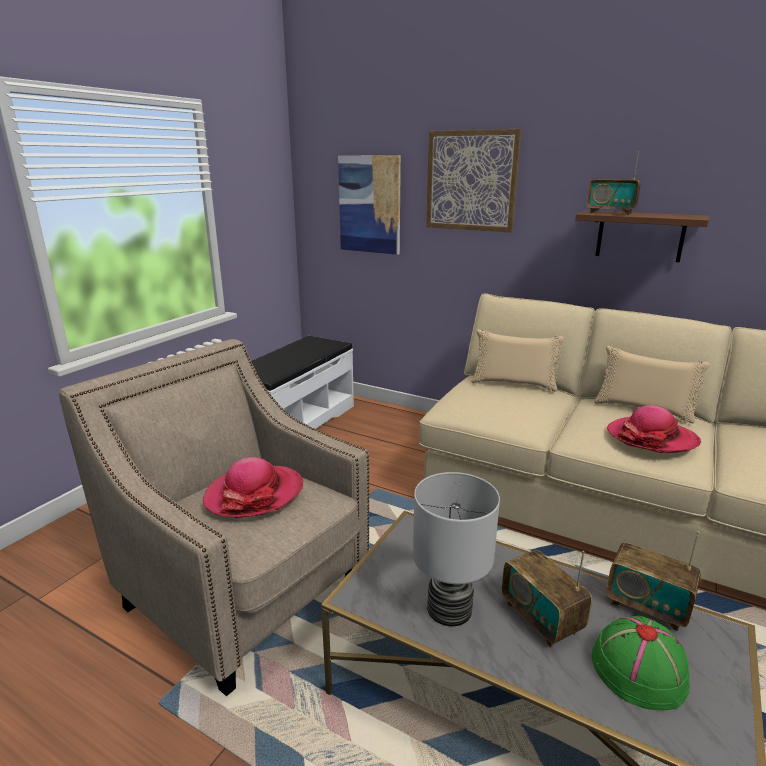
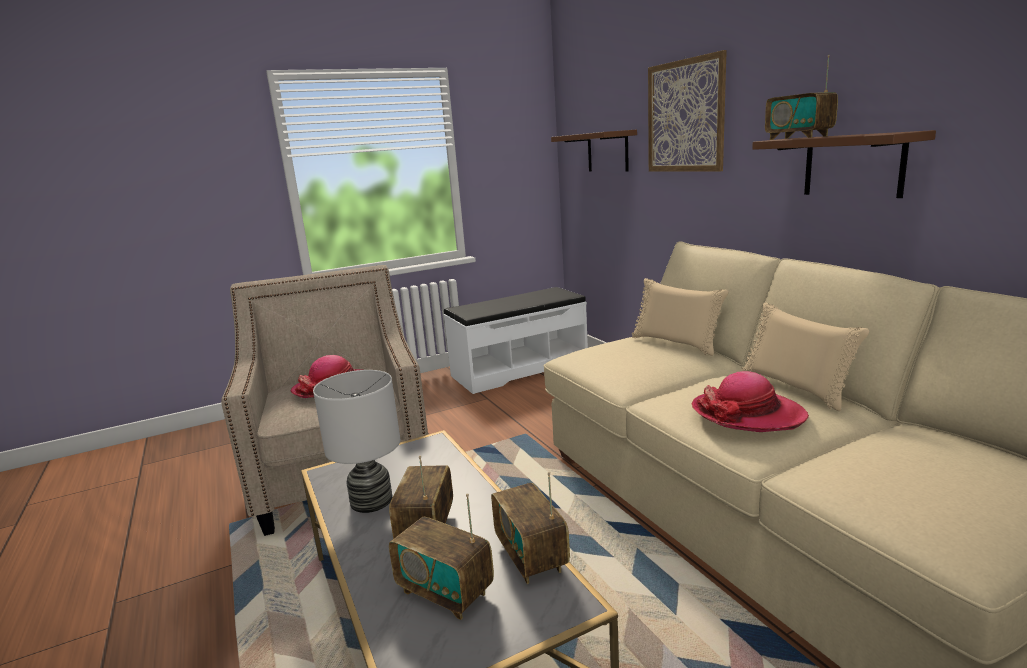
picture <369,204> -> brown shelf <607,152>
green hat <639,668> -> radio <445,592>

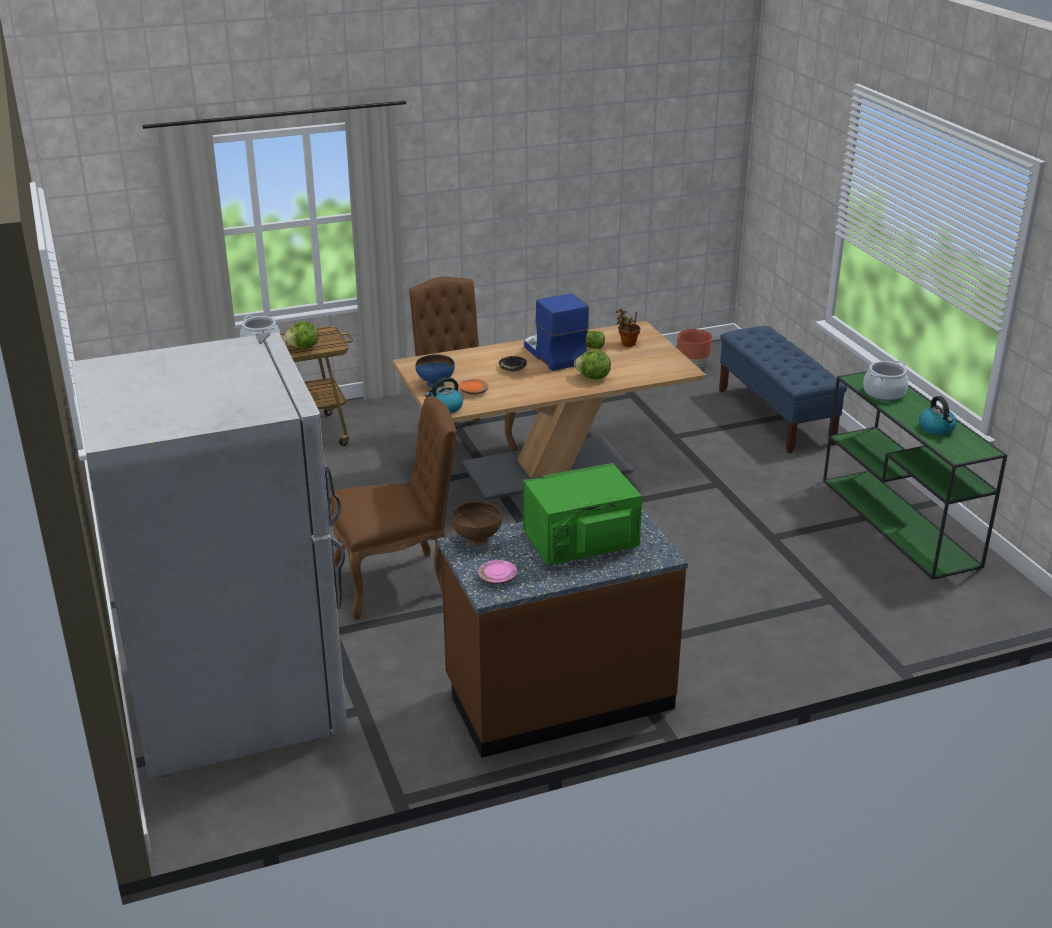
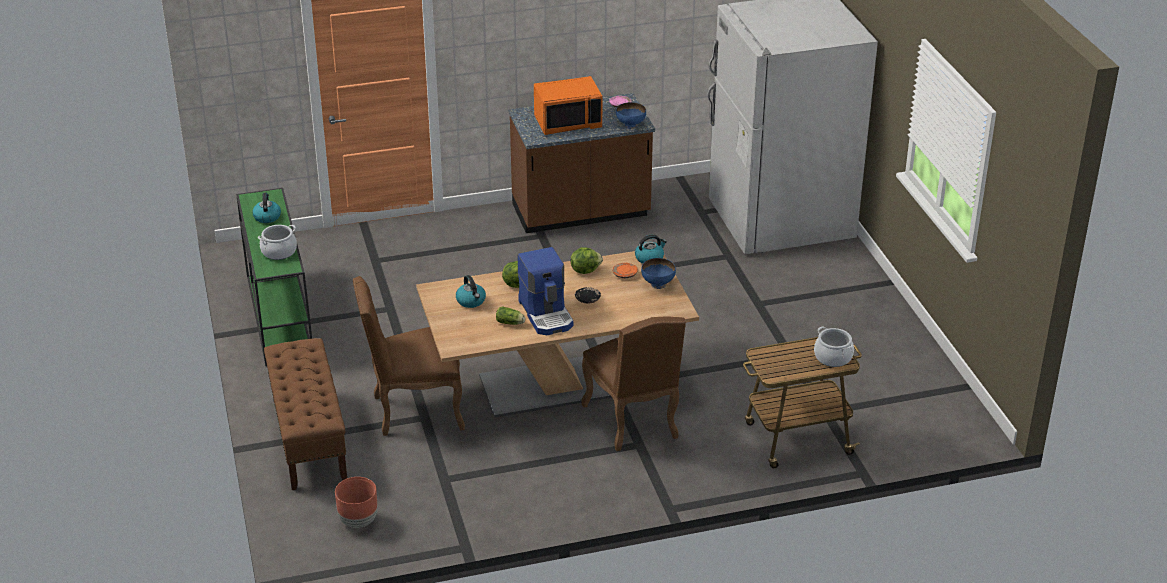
lettuce <303,348> -> lettuce <585,270>, relocated
brown chair <395,581> -> brown chair <415,410>, relocated
brown bowl <476,540> -> blue bowl <631,125>
green microwave <581,542> -> orange microwave <568,122>
potted plant <627,343> -> none
blue bench <775,417> -> brown bench <309,438>
none -> kettle <471,301>

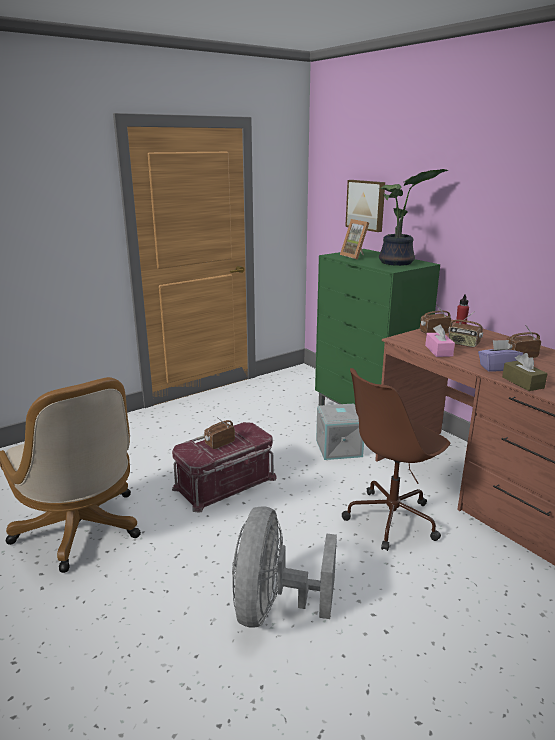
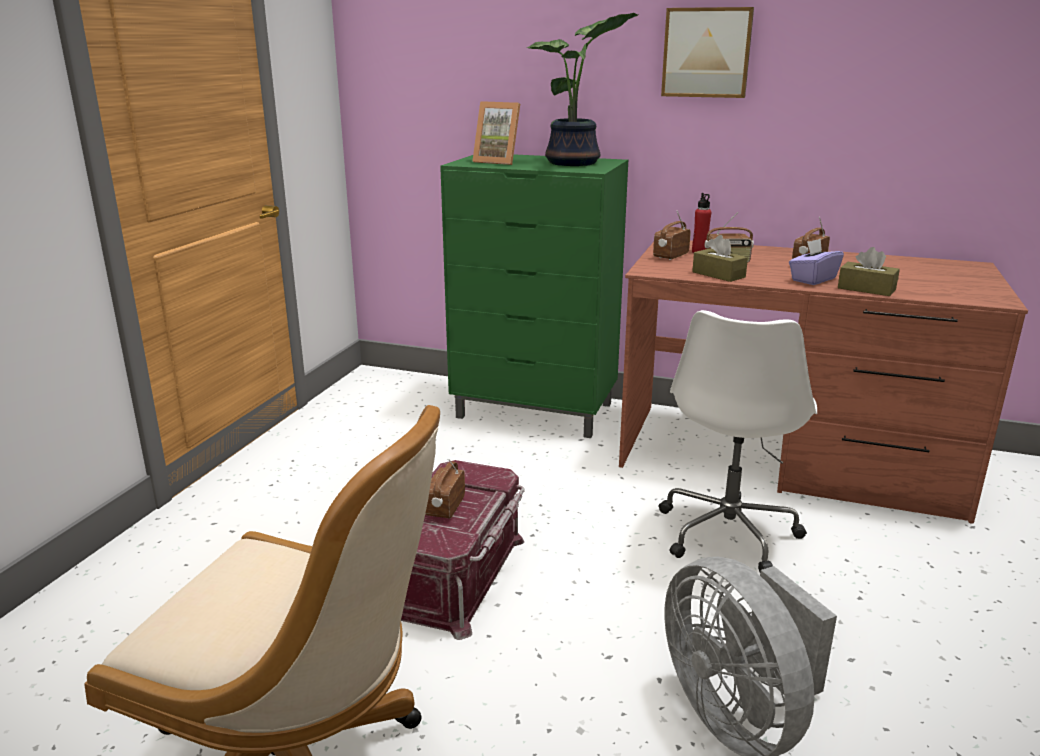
grey storage box <339,447> -> none
brown office chair <389,521> -> white office chair <727,536>
picture <366,205> -> picture <706,53>, relocated
pink tissue box <438,351> -> brown tissue box <718,274>

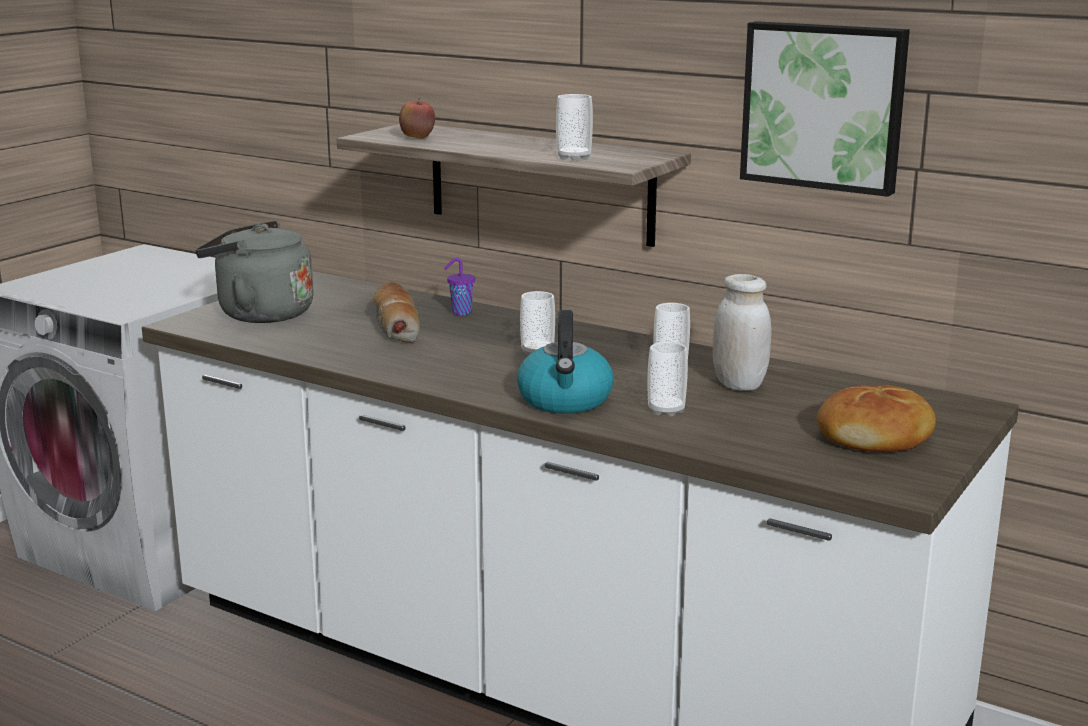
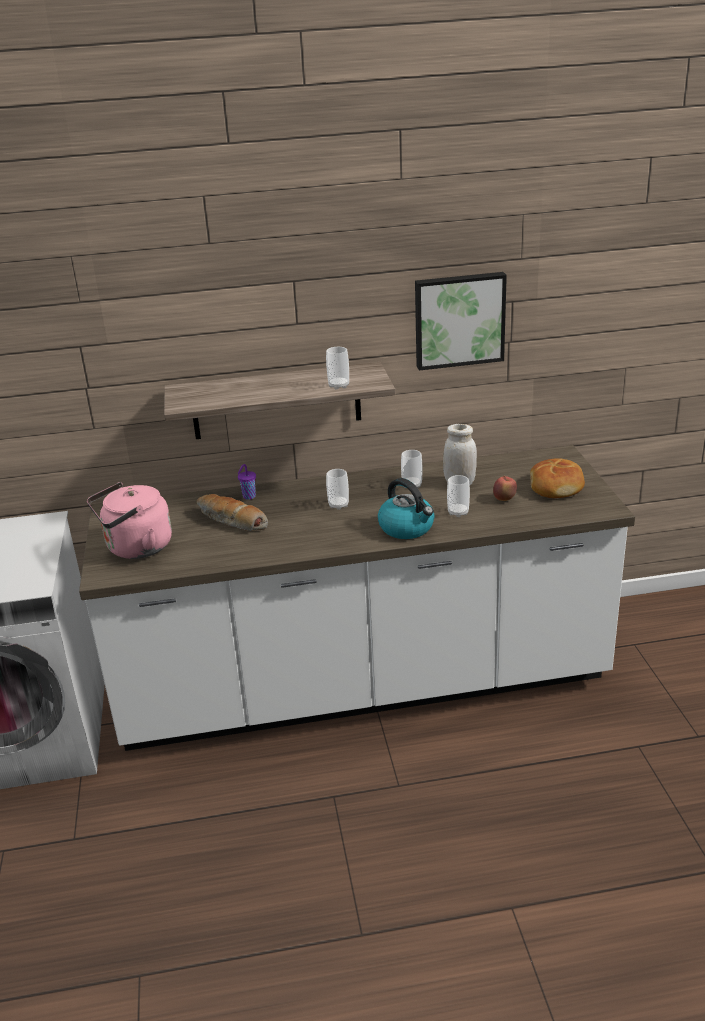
grey kettle <259,314> -> pink kettle <136,548>
apple <417,138> -> apple <504,499>, relocated

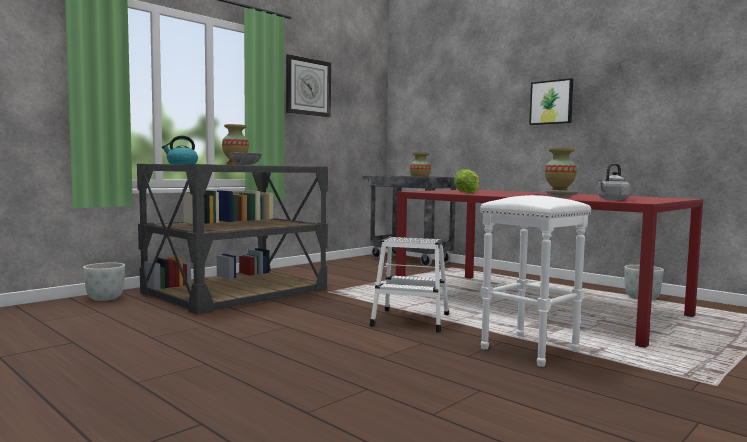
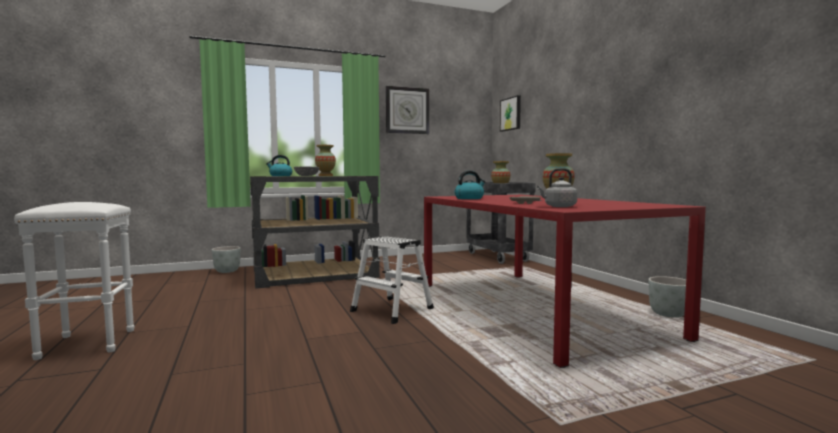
lettuce <467,193> -> kettle <469,198>
white stool <527,349> -> white stool <86,343>, relocated
picture <551,102> -> picture <511,114>, relocated

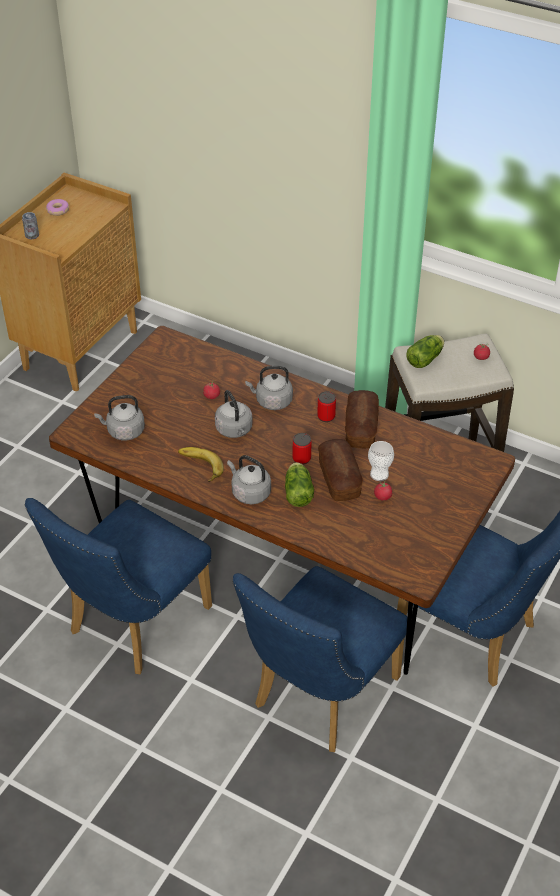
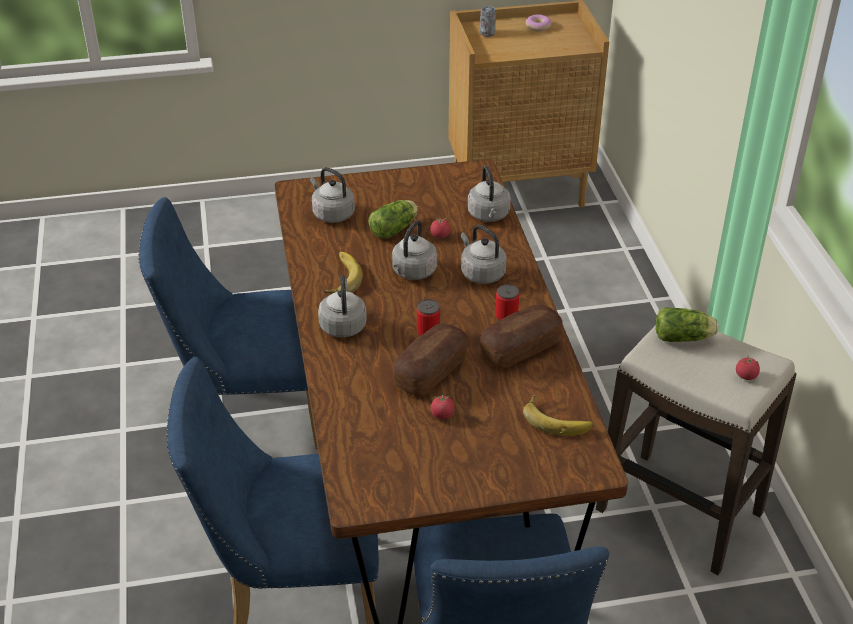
lettuce <298,491> -> lettuce <395,229>, relocated
cup <379,474> -> none
none -> grey kettle <489,215>
none -> banana <557,419>

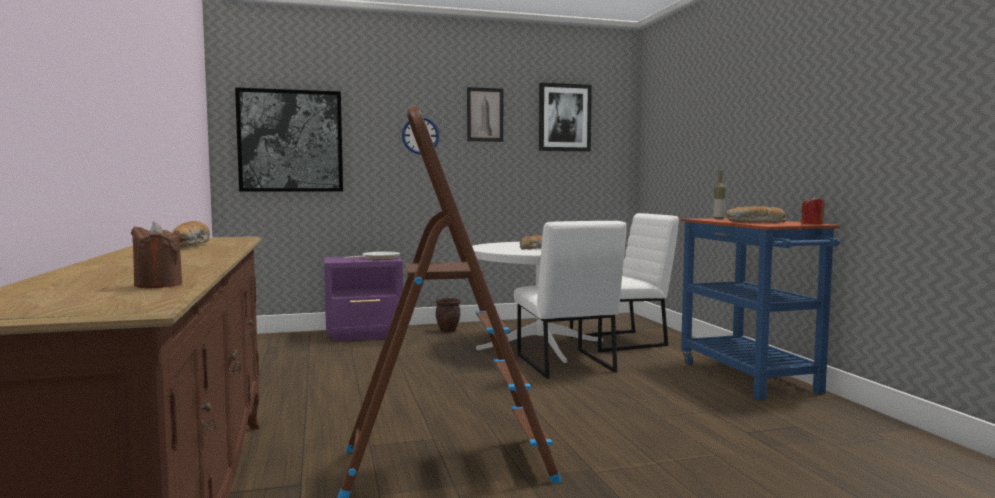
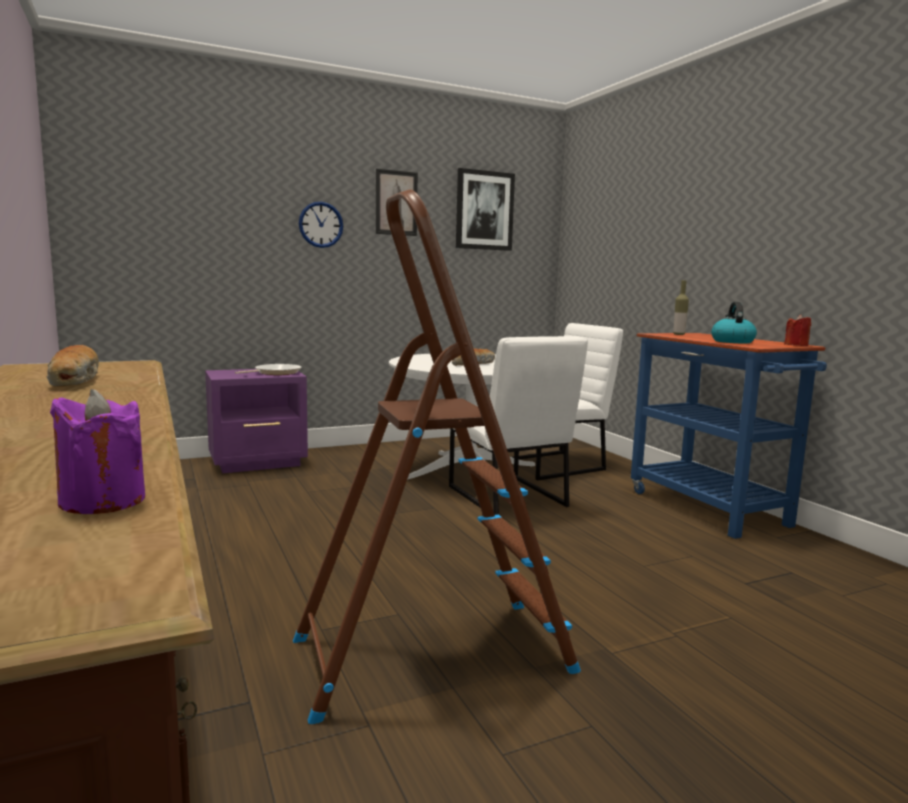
brown candle <158,285> -> purple candle <103,501>
picture <290,141> -> none
brown planter <447,331> -> none
bread <755,222> -> kettle <732,341>

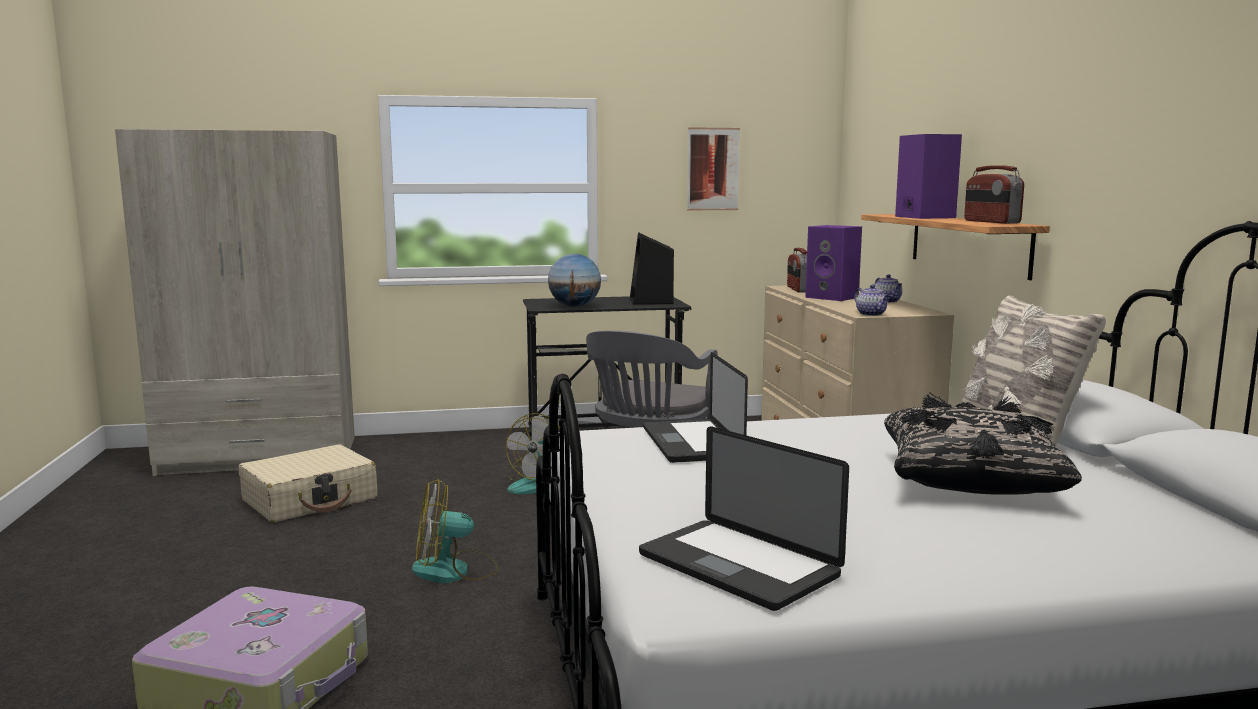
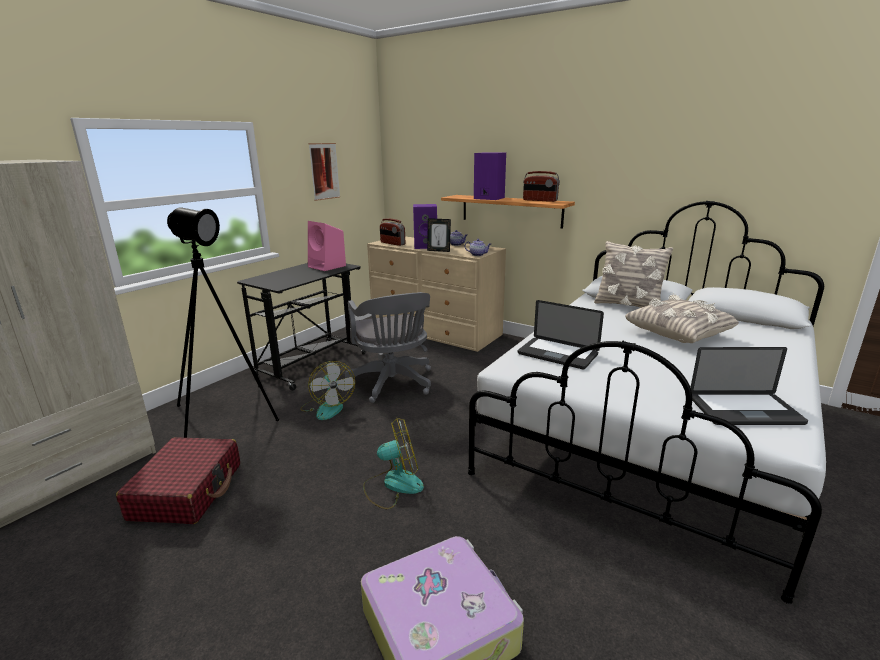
beige suitcase <310,500> -> red suitcase <188,491>
fan <454,571> -> fan <393,485>, 135 degrees counterclockwise
globe <574,306> -> none
black speaker <651,301> -> pink speaker <328,266>
black pillow <970,481> -> beige pillow <678,334>
none -> black floor lamp <227,413>
none -> picture frame <439,250>

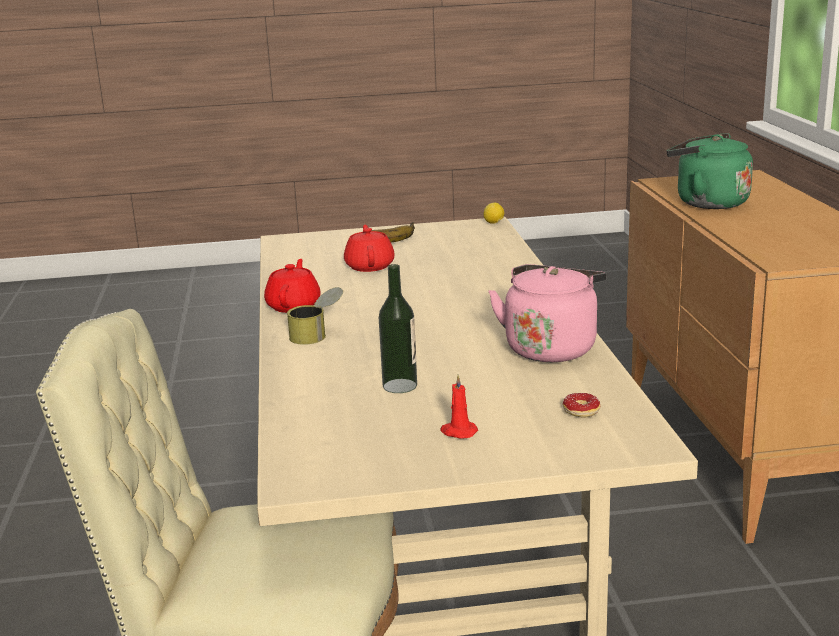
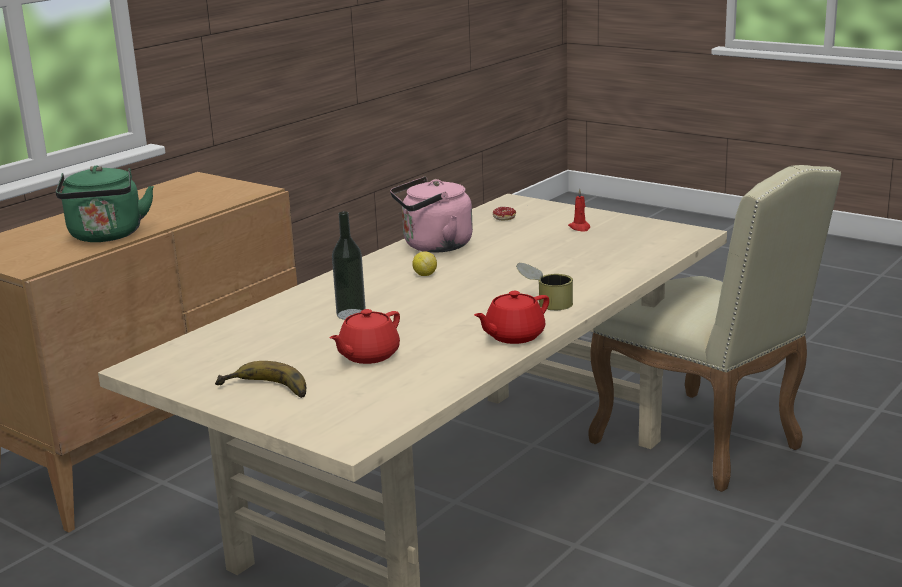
bottle <400,386> -> bottle <351,314>, relocated
lemon <494,223> -> lemon <425,275>, relocated

